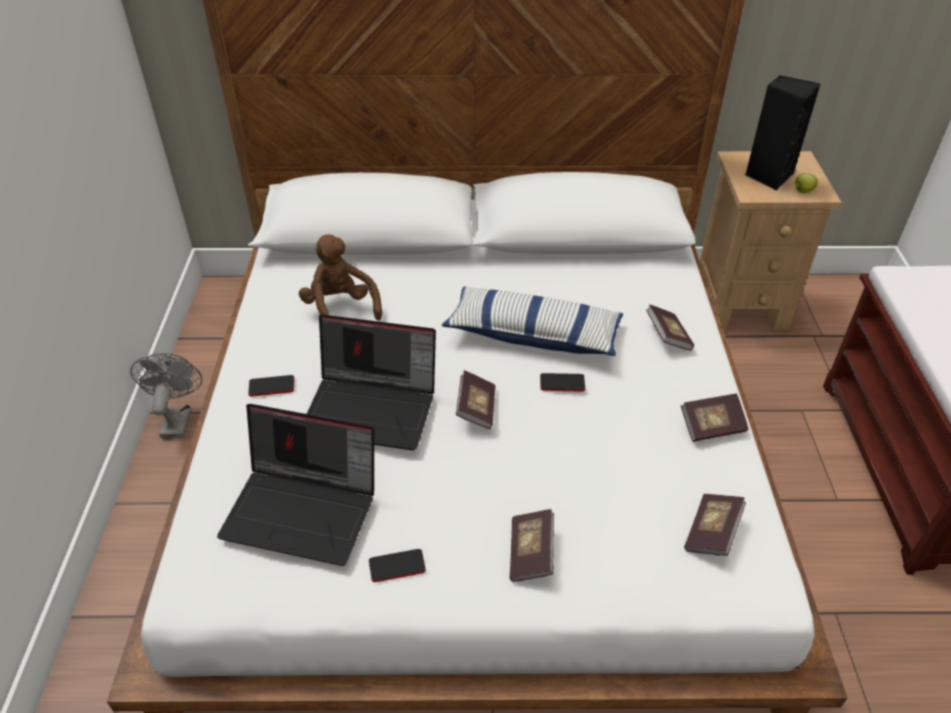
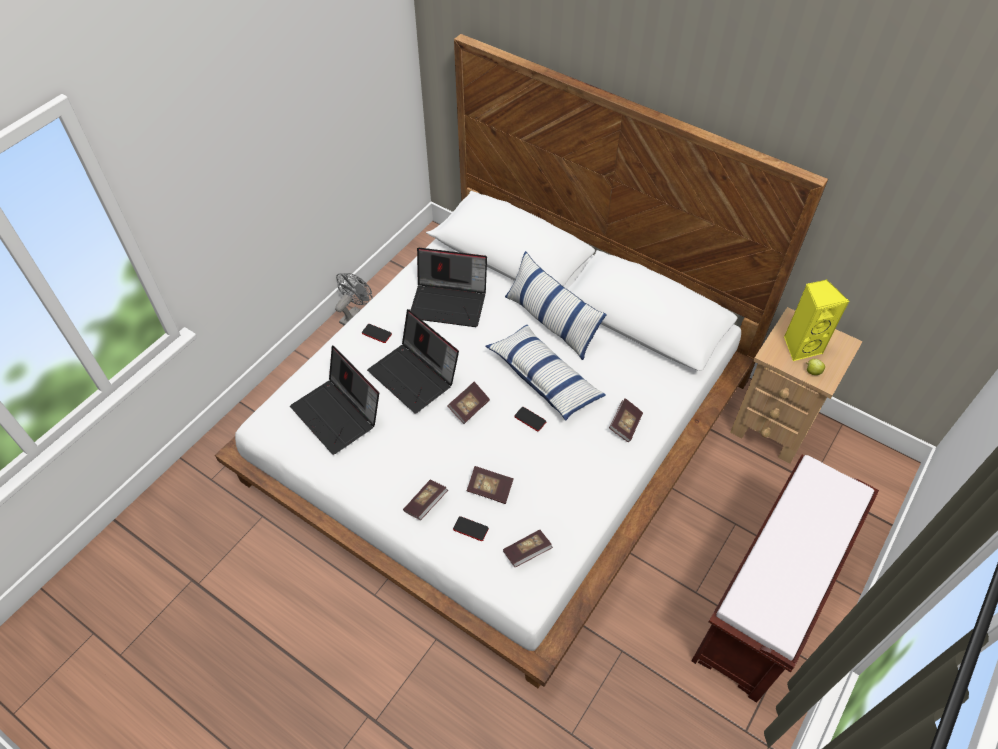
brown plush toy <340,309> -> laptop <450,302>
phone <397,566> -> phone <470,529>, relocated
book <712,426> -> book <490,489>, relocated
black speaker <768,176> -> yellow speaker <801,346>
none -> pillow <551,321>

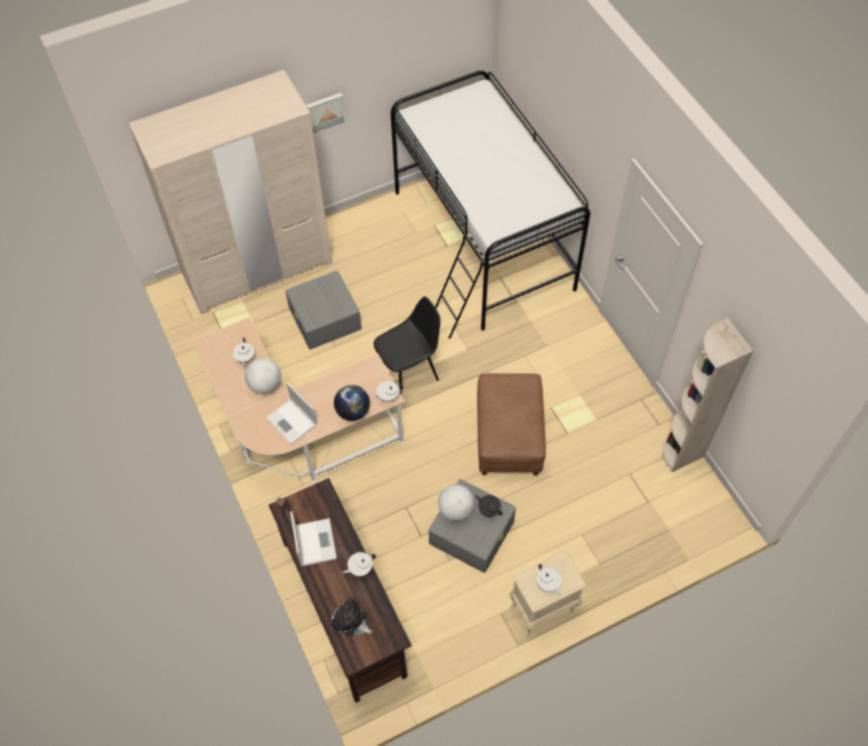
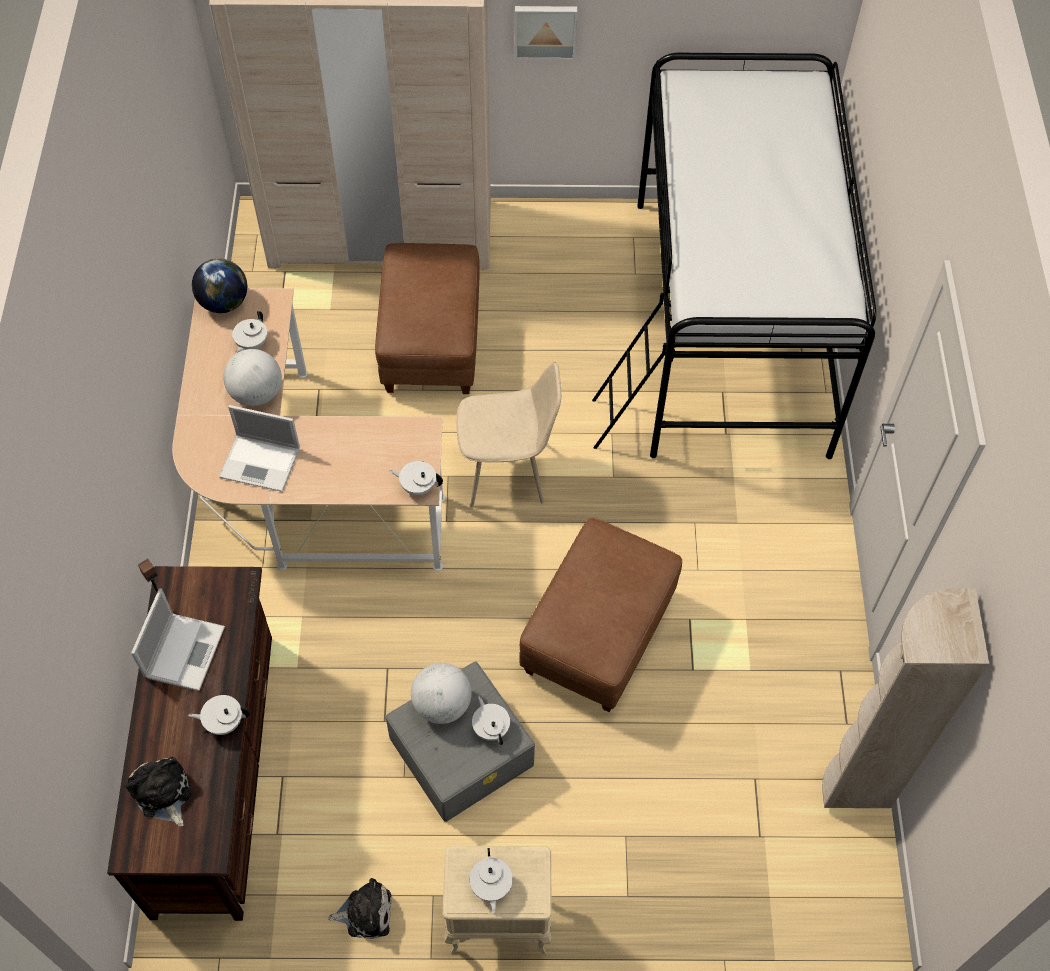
laptop <292,422> -> laptop <261,463>, 60 degrees counterclockwise
grey storage box <325,318> -> brown ottoman <432,344>
globe <353,411> -> globe <224,303>, relocated
black chair <409,371> -> beige chair <508,470>
black teapot <488,509> -> white teapot <491,728>
none -> plush toy <365,912>

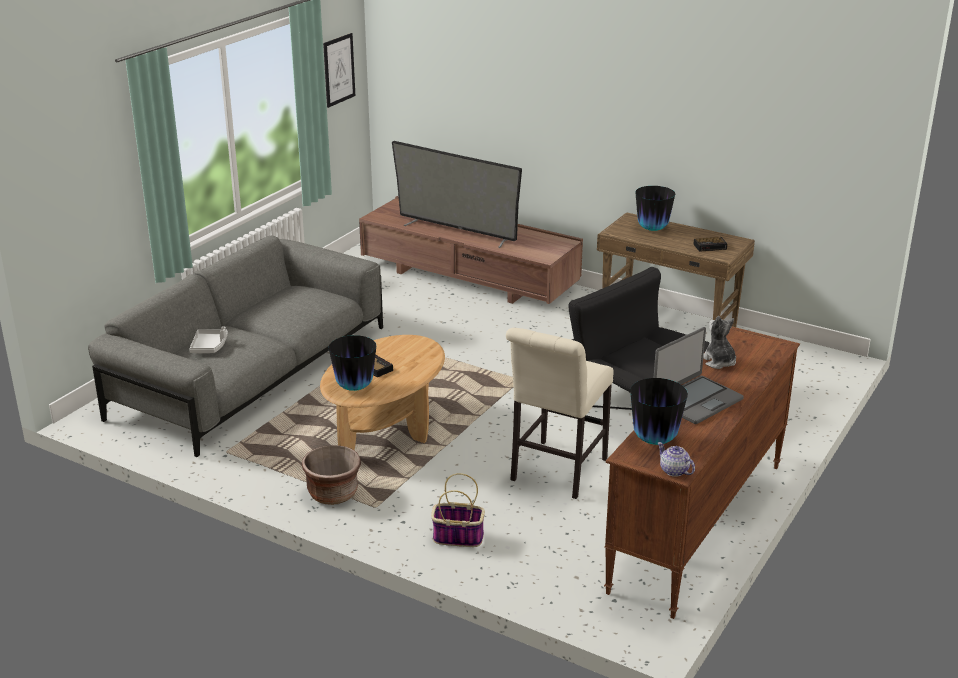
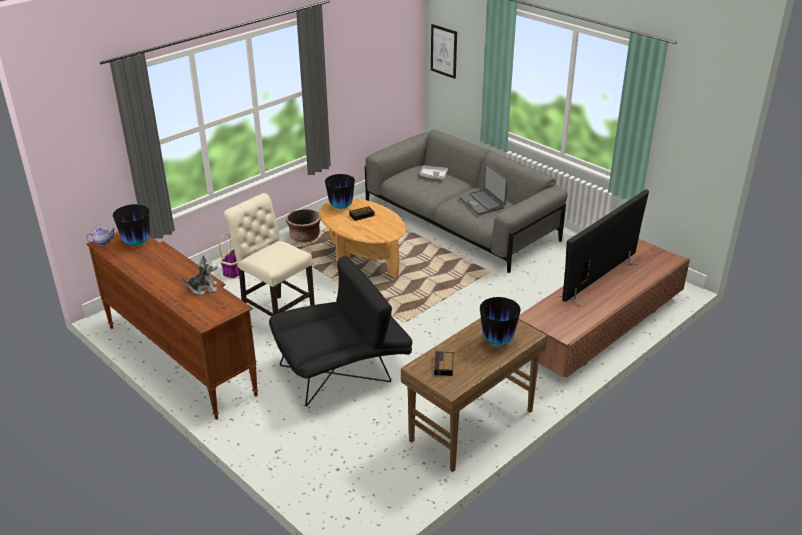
picture <339,70> -> picture <444,51>, relocated
laptop <696,400> -> laptop <482,203>, relocated

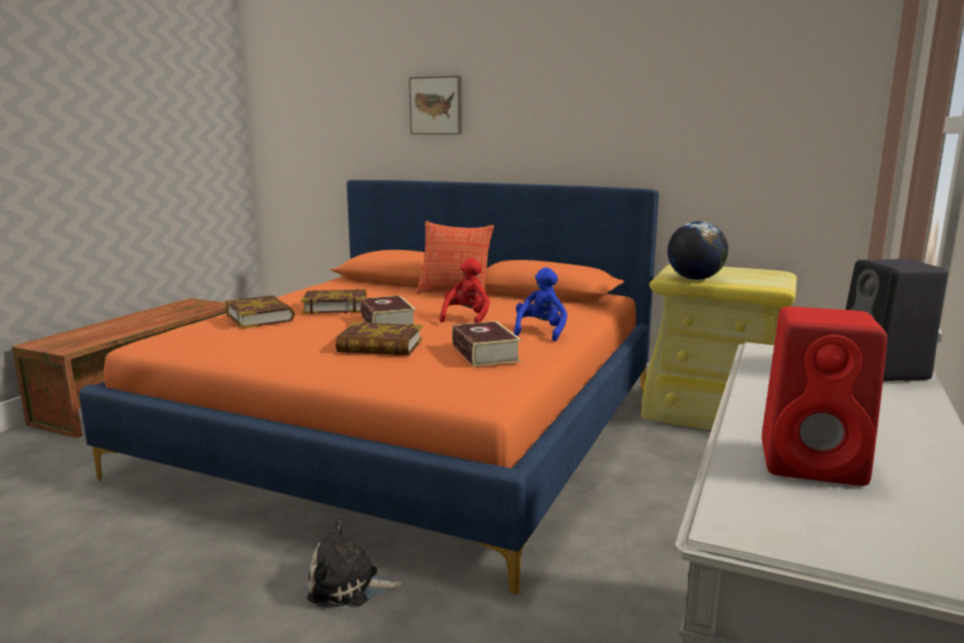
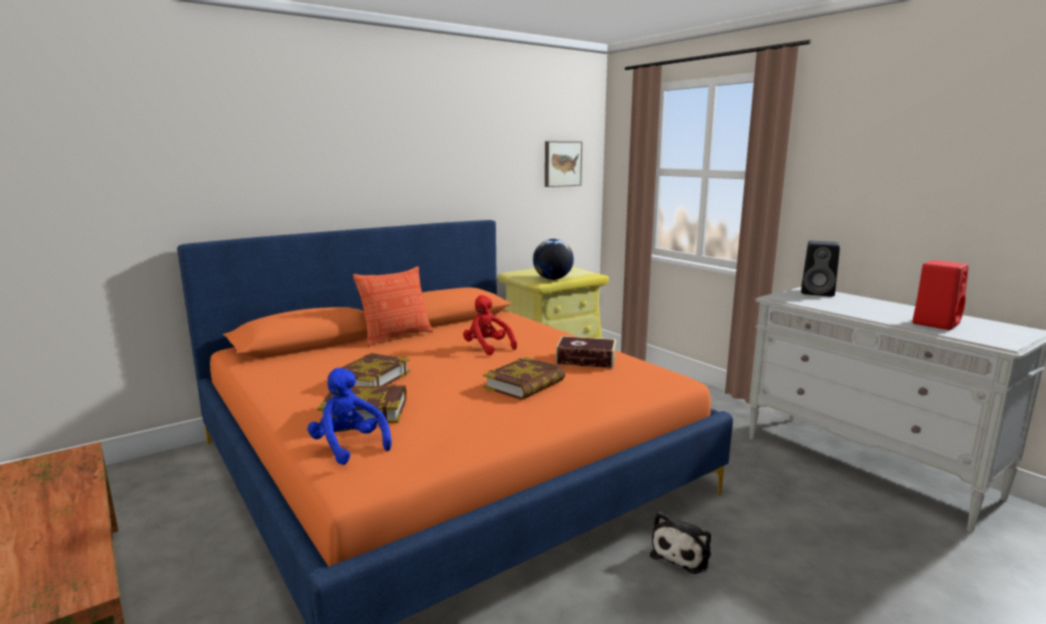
book <387,322> -> none
picture <437,105> -> picture <561,164>, relocated
blue plush toy <540,332> -> blue plush toy <349,446>, relocated

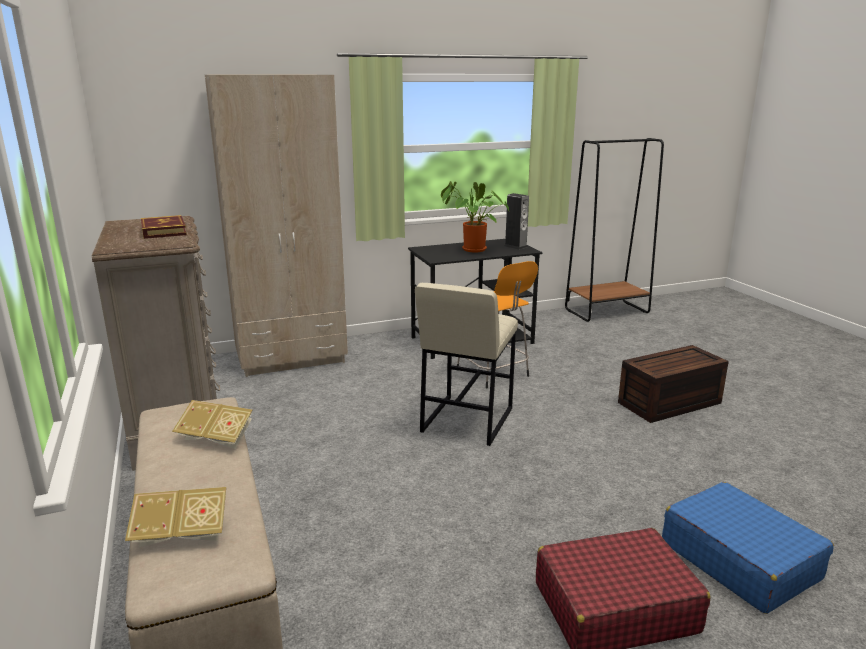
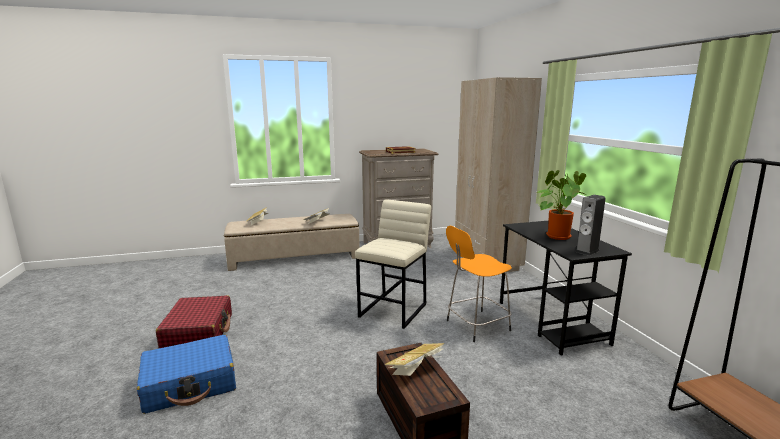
beige chair <466,421> -> beige chair <394,309>, 90 degrees clockwise
none -> book <416,369>

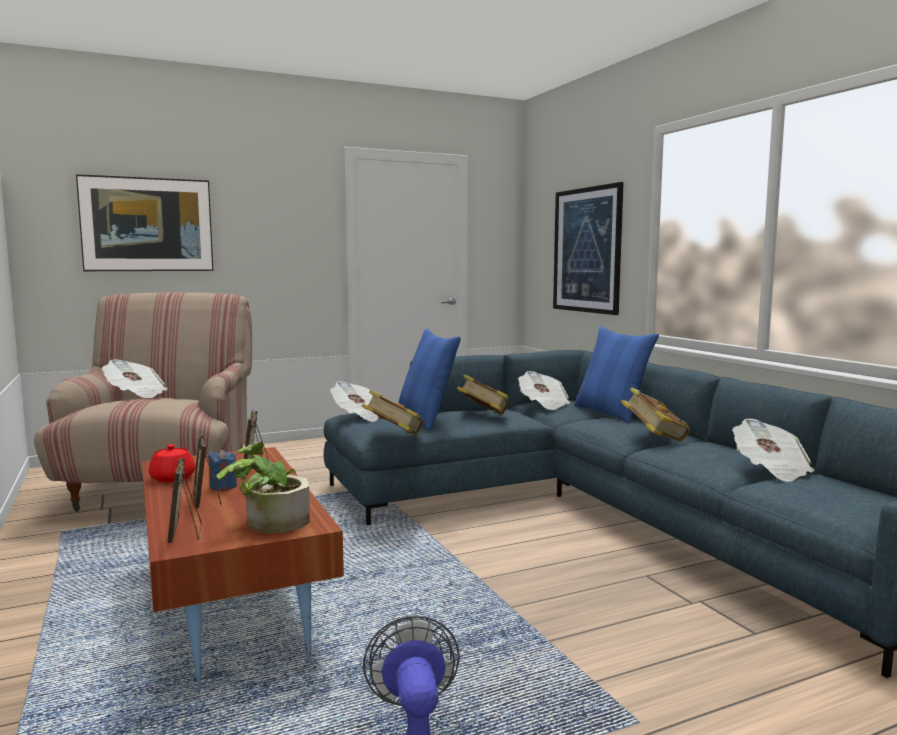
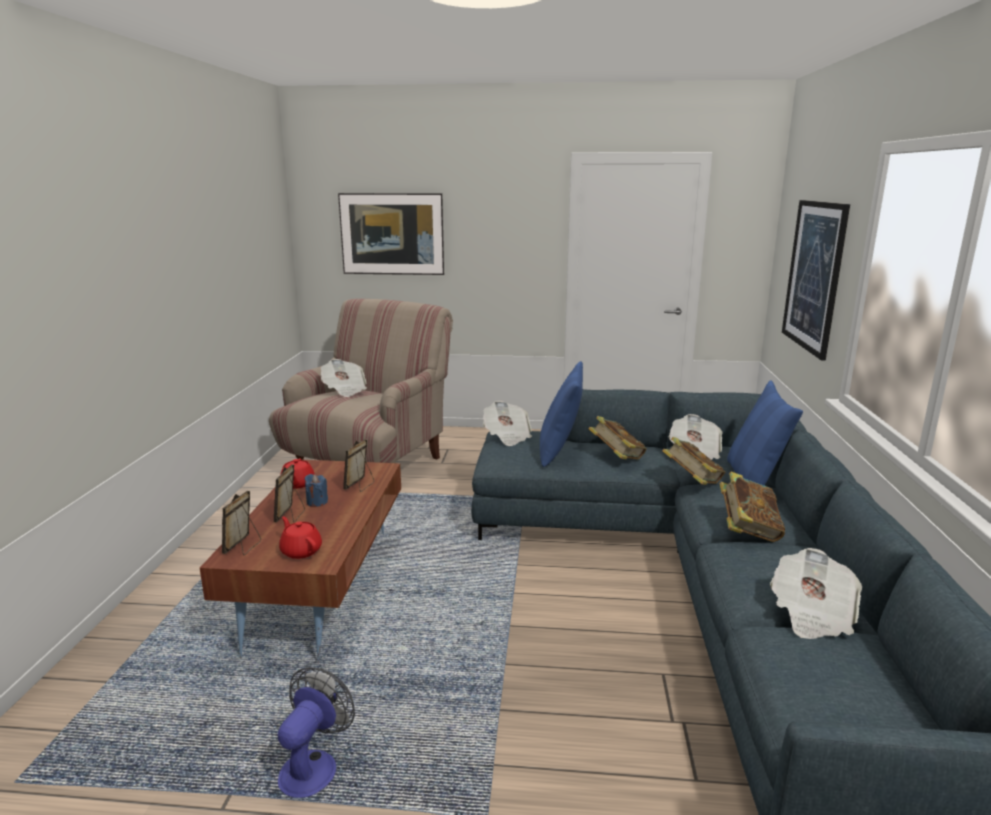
potted plant <268,523> -> red teapot <301,551>
book <393,437> -> book <691,482>, relocated

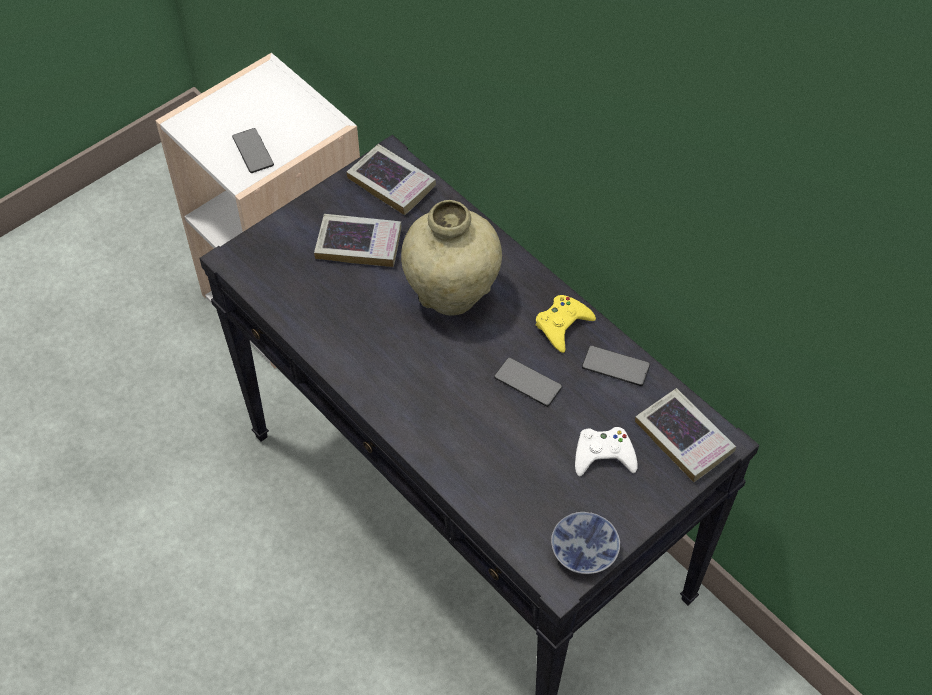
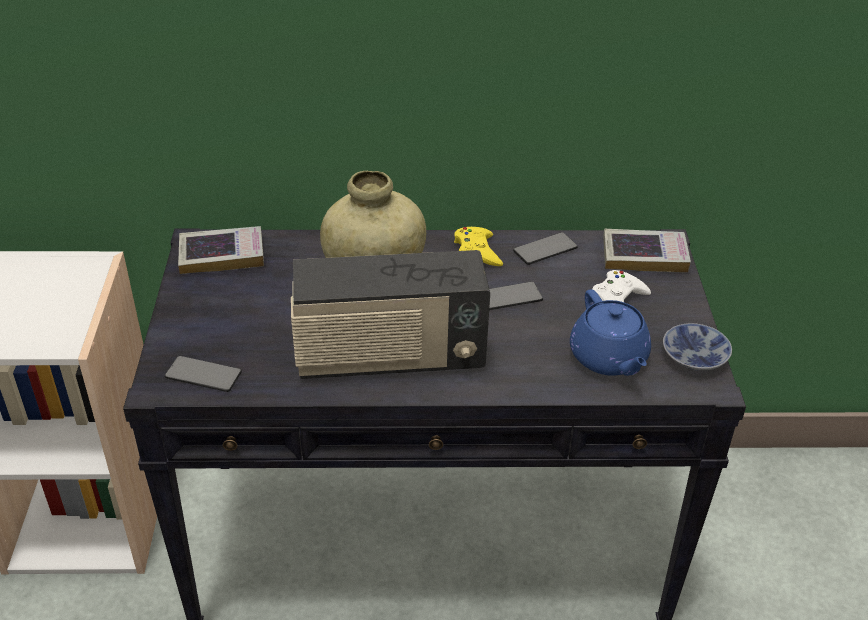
phone <253,151> -> phone <203,375>, relocated
book <359,244> -> none
none -> radio <389,358>
none -> blue teapot <609,358>

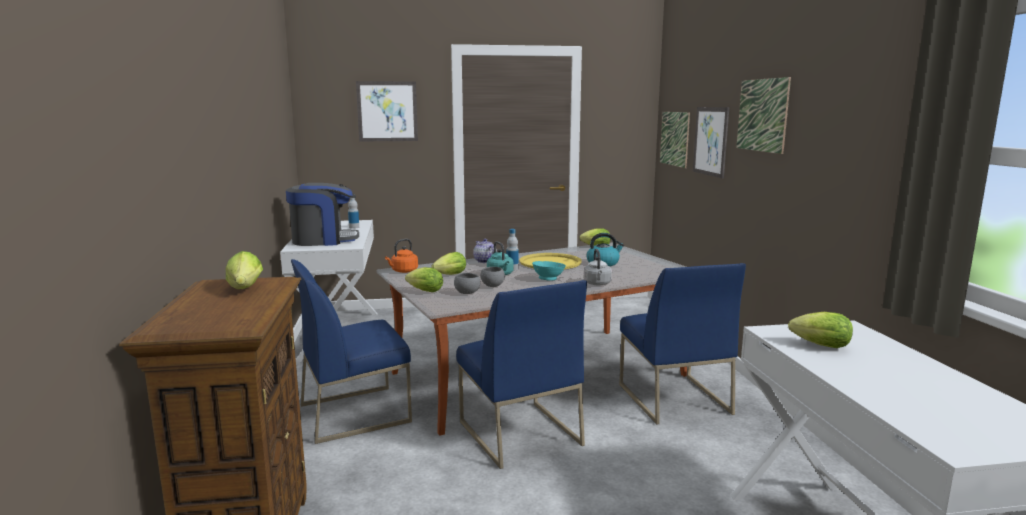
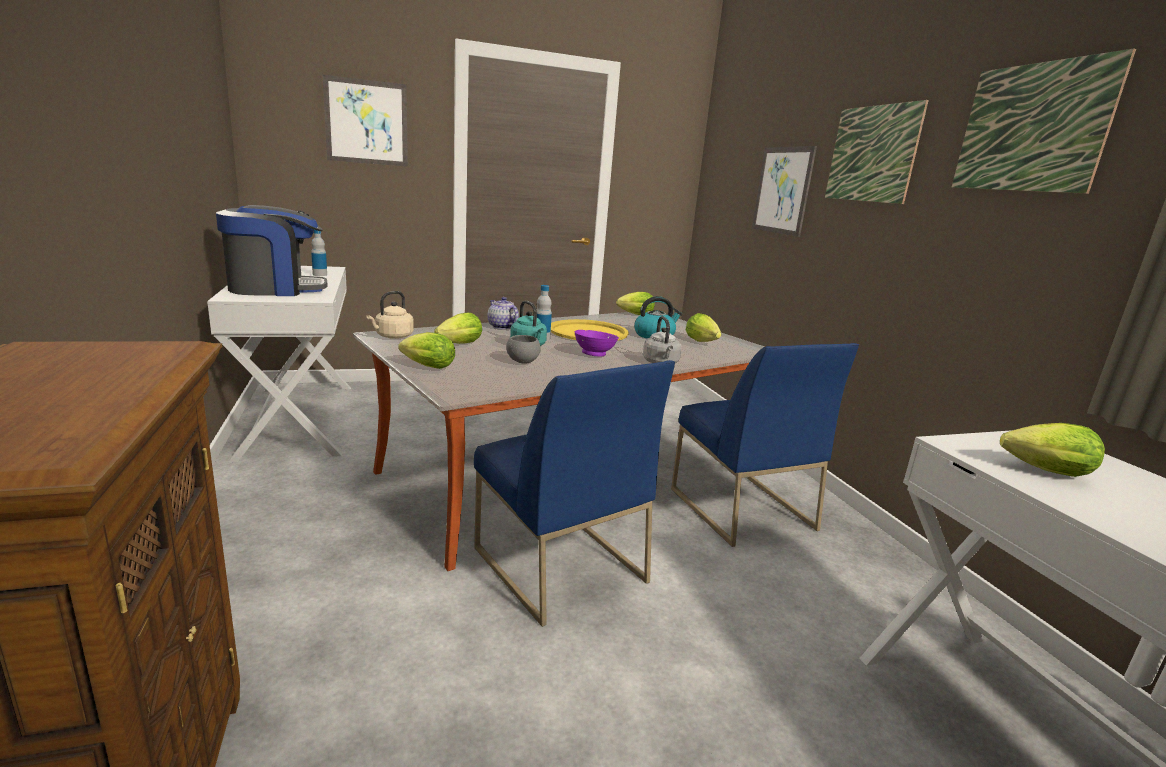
lettuce <245,290> -> lettuce <703,342>, relocated
blue chair <355,413> -> none
orange kettle <403,271> -> beige kettle <392,336>
grey bowl <467,293> -> none
turquoise bowl <549,279> -> purple bowl <595,354>
picture <674,138> -> picture <1032,128>, relocated

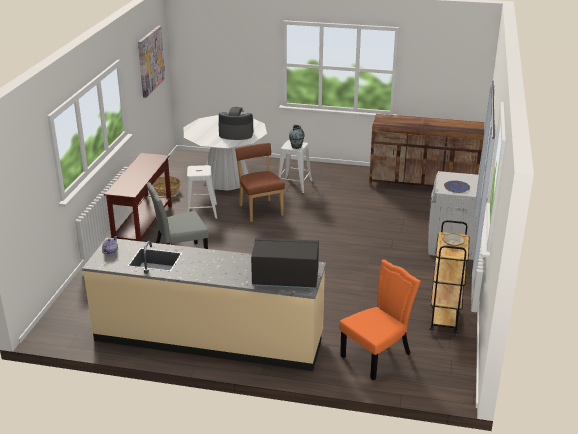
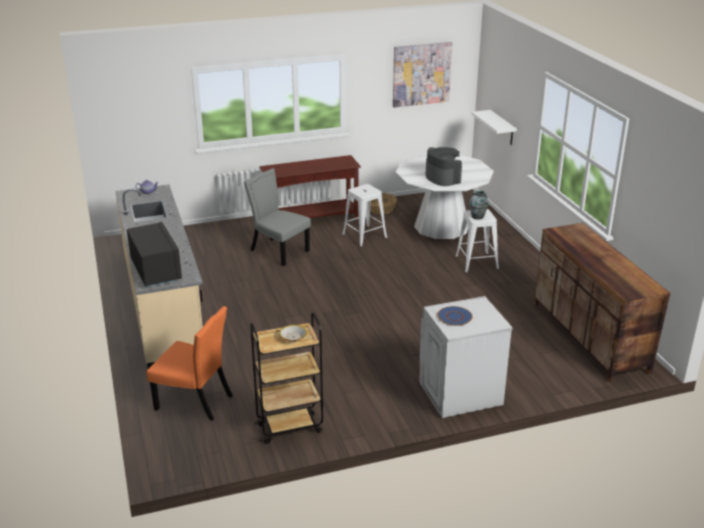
brown chair <260,209> -> none
none -> white shelf <502,128>

